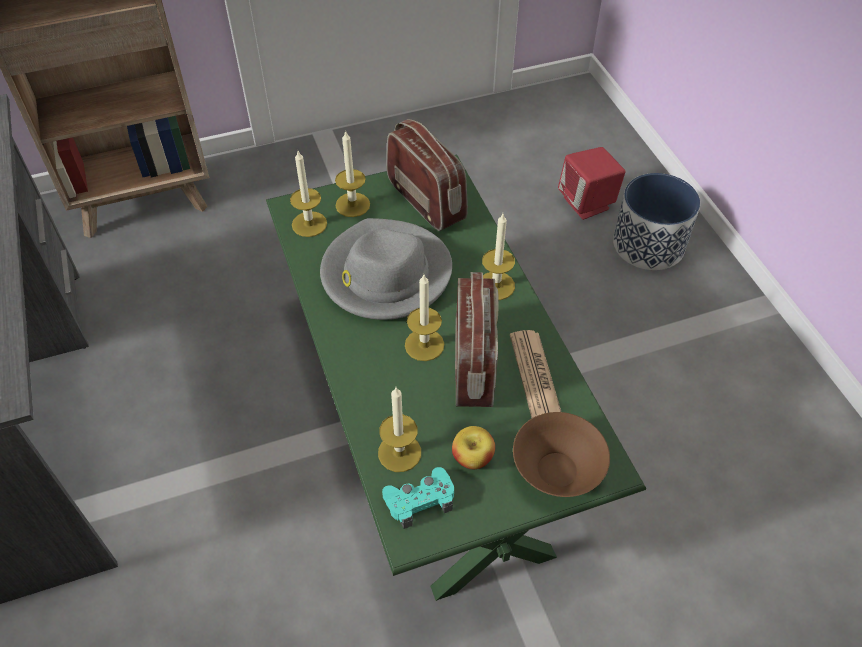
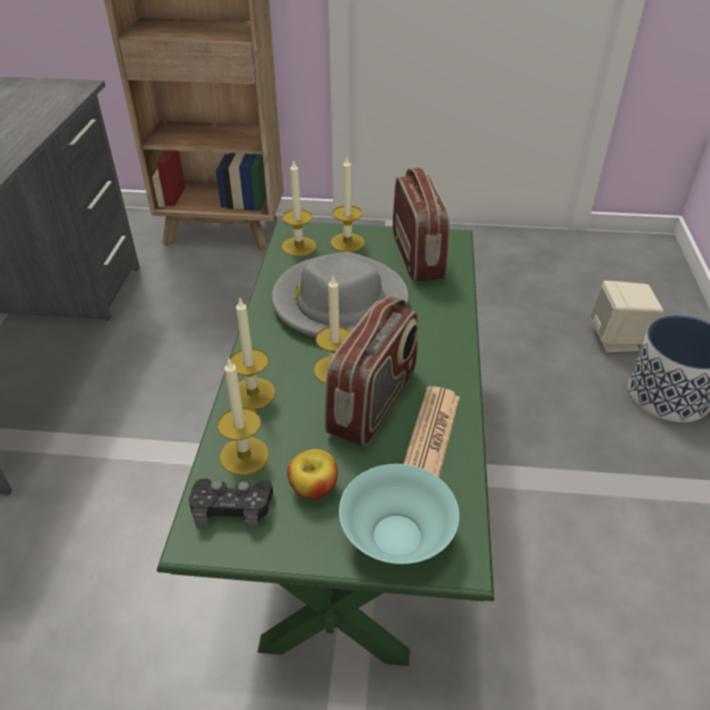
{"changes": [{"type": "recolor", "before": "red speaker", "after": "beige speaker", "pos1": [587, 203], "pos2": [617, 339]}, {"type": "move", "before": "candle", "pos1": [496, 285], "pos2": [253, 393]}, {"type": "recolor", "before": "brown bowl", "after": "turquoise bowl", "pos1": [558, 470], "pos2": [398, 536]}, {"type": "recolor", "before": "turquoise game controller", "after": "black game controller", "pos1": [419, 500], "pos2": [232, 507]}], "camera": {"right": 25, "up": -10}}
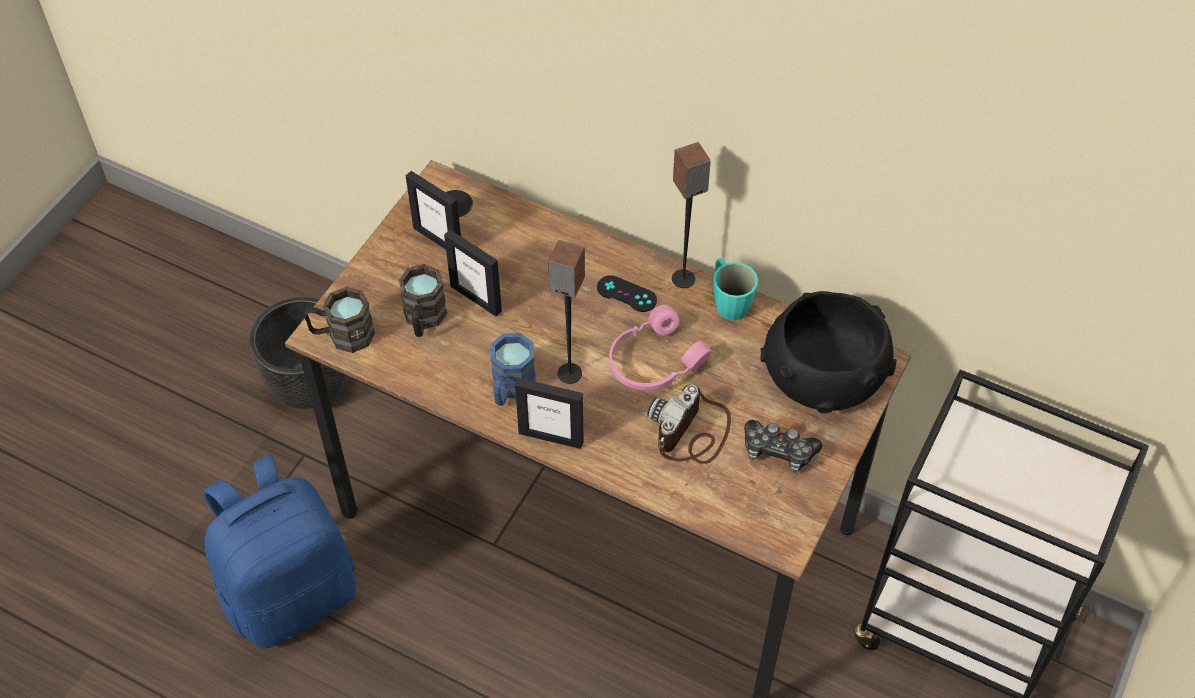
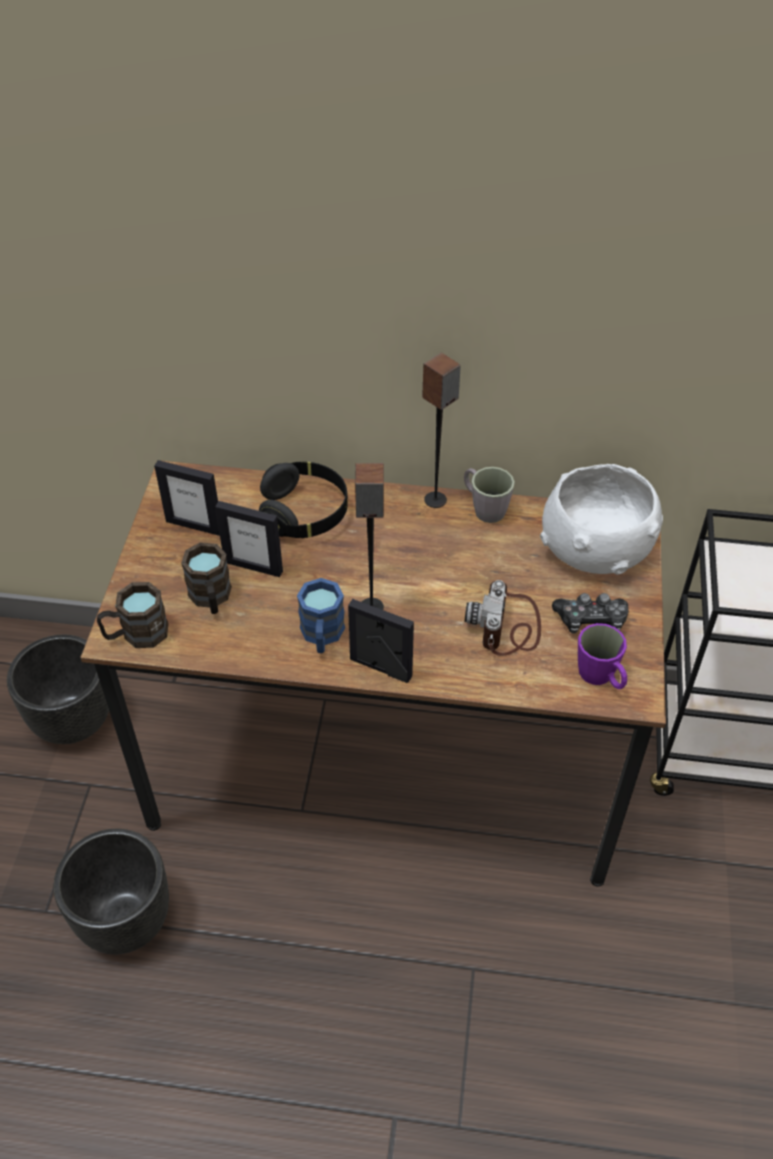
{"changes": [{"type": "recolor", "before": "turquoise mug", "after": "grey mug", "pos1": [728, 301], "pos2": [484, 508]}, {"type": "delete", "before": "black game controller", "pos1": [626, 294]}, {"type": "recolor", "before": "black bowl", "after": "white bowl", "pos1": [824, 374], "pos2": [597, 545]}, {"type": "delete", "before": "pink headphones", "pos1": [653, 361]}, {"type": "rotate", "before": "picture frame", "pos1": [551, 437], "pos2": [380, 668], "turn": -150}, {"type": "replace", "before": "blue backpack", "after": "black planter", "pos1": [291, 593], "pos2": [125, 918]}, {"type": "insert", "after": "black headphones", "pos2": [304, 513]}, {"type": "insert", "after": "purple mug", "pos2": [600, 677]}], "camera": {"right": -20, "up": -5}}
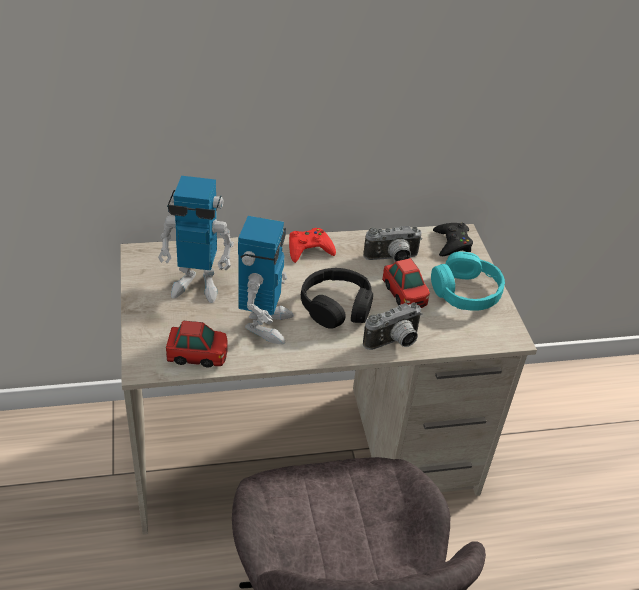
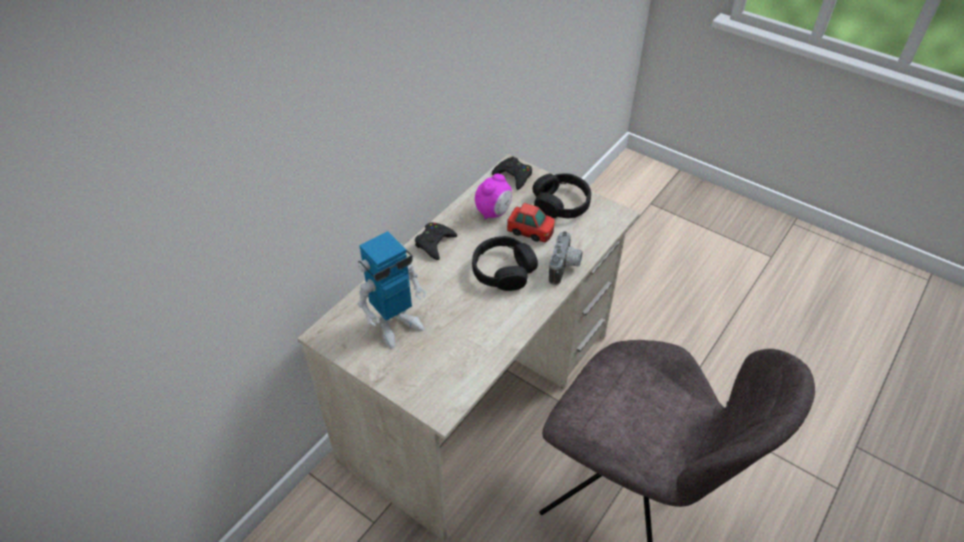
{"changes": [{"type": "delete", "before": "toy robot", "pos1": [265, 324]}, {"type": "replace", "before": "photo camera", "after": "alarm clock", "pos1": [392, 259], "pos2": [493, 212]}, {"type": "recolor", "before": "red game controller", "after": "black game controller", "pos1": [309, 249], "pos2": [434, 243]}, {"type": "recolor", "before": "turquoise headphones", "after": "black headphones", "pos1": [465, 292], "pos2": [561, 204]}, {"type": "delete", "before": "toy car", "pos1": [198, 355]}], "camera": {"right": -40, "up": 5}}
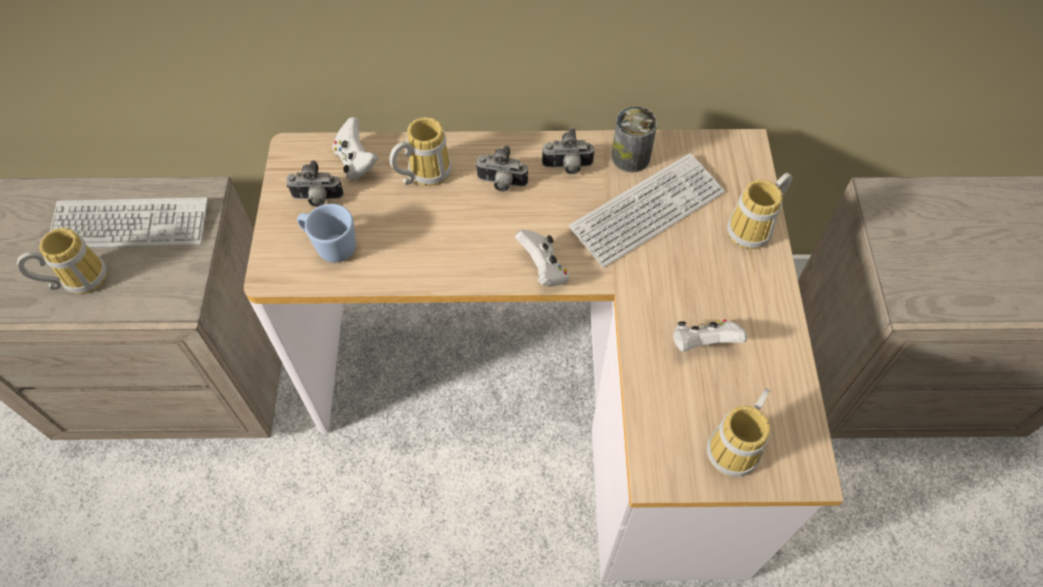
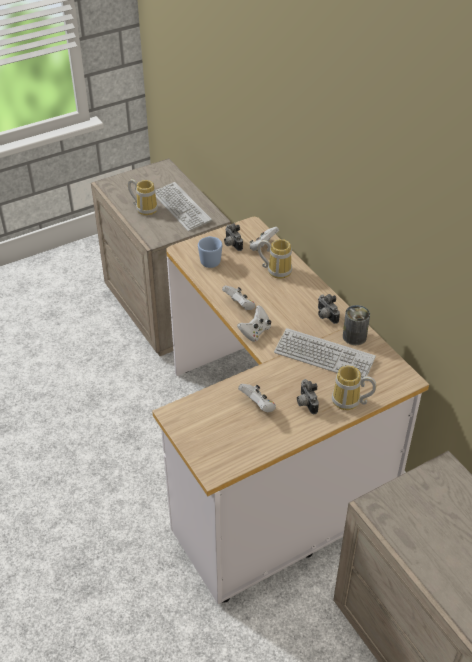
{"changes": [{"type": "move", "before": "photo camera", "pos1": [501, 184], "pos2": [305, 403]}, {"type": "delete", "before": "mug", "pos1": [738, 448]}, {"type": "insert", "after": "white game controller", "pos2": [239, 305]}], "camera": {"right": 60, "up": -15}}
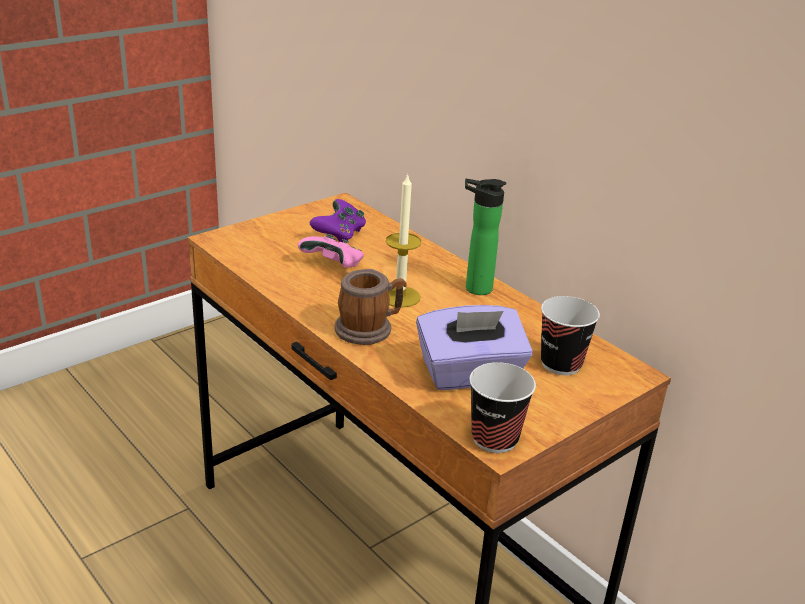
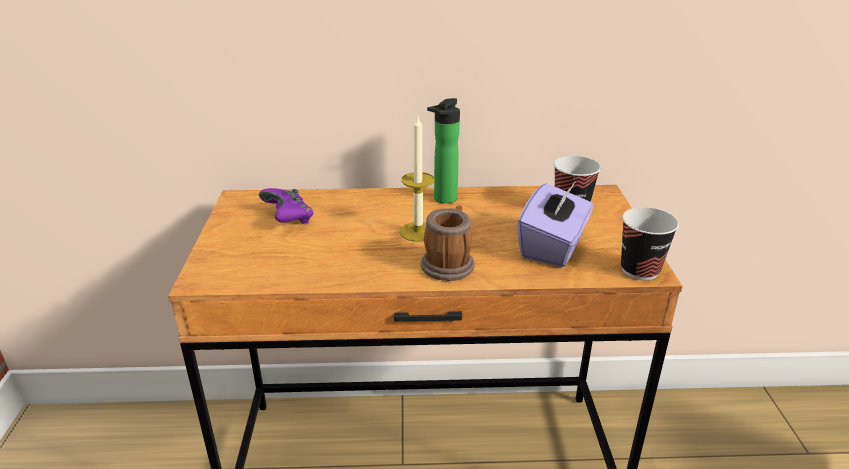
{"changes": [{"type": "delete", "before": "pink game controller", "pos1": [334, 266]}], "camera": {"right": -50, "up": 0}}
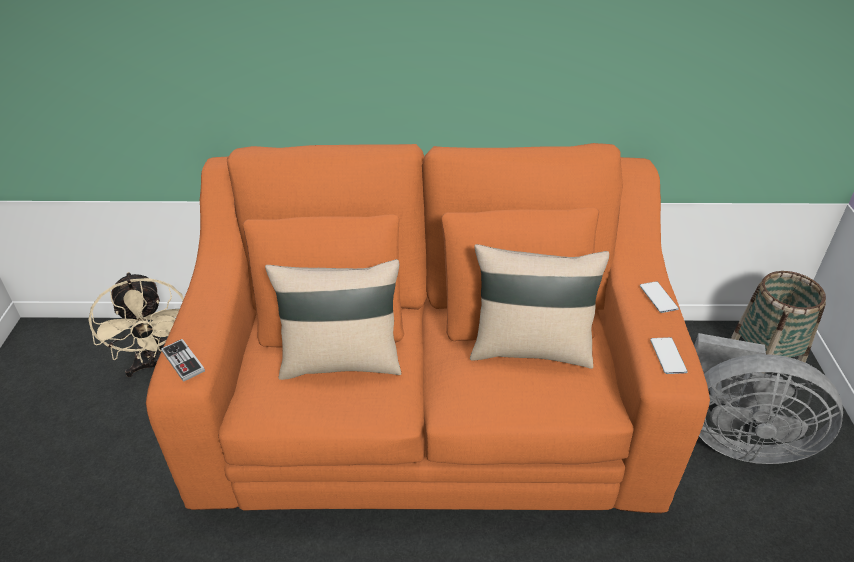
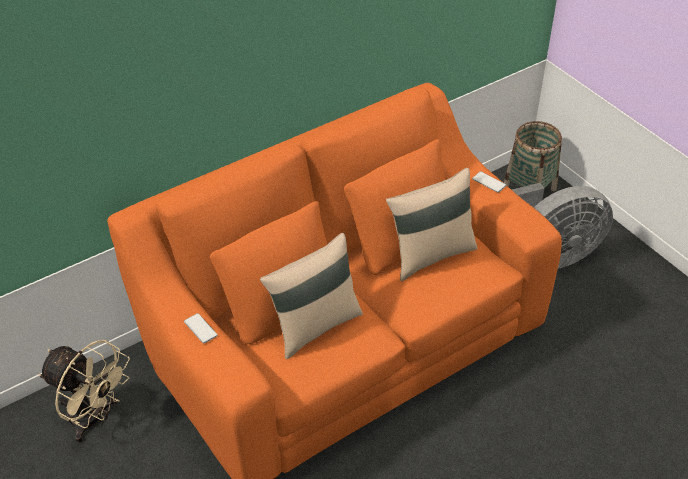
{"changes": [{"type": "move", "before": "phone", "pos1": [668, 356], "pos2": [200, 328]}, {"type": "delete", "before": "game controller", "pos1": [183, 361]}], "camera": {"right": -35, "up": 5}}
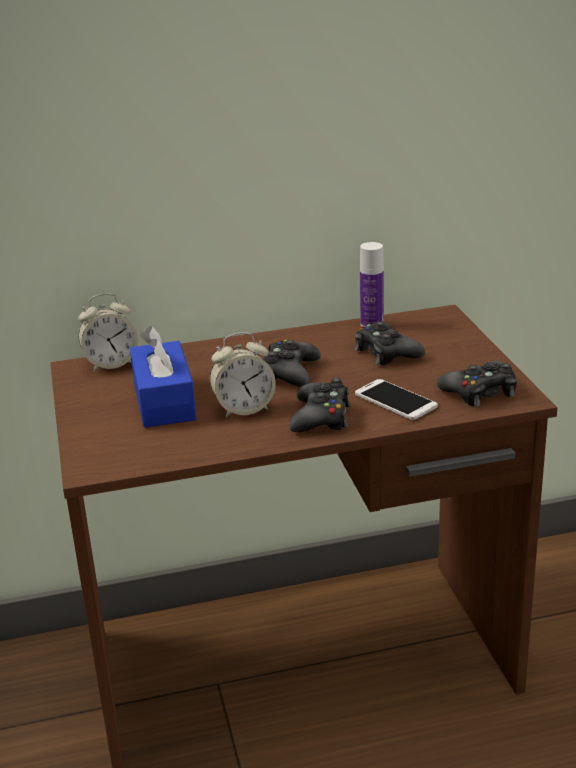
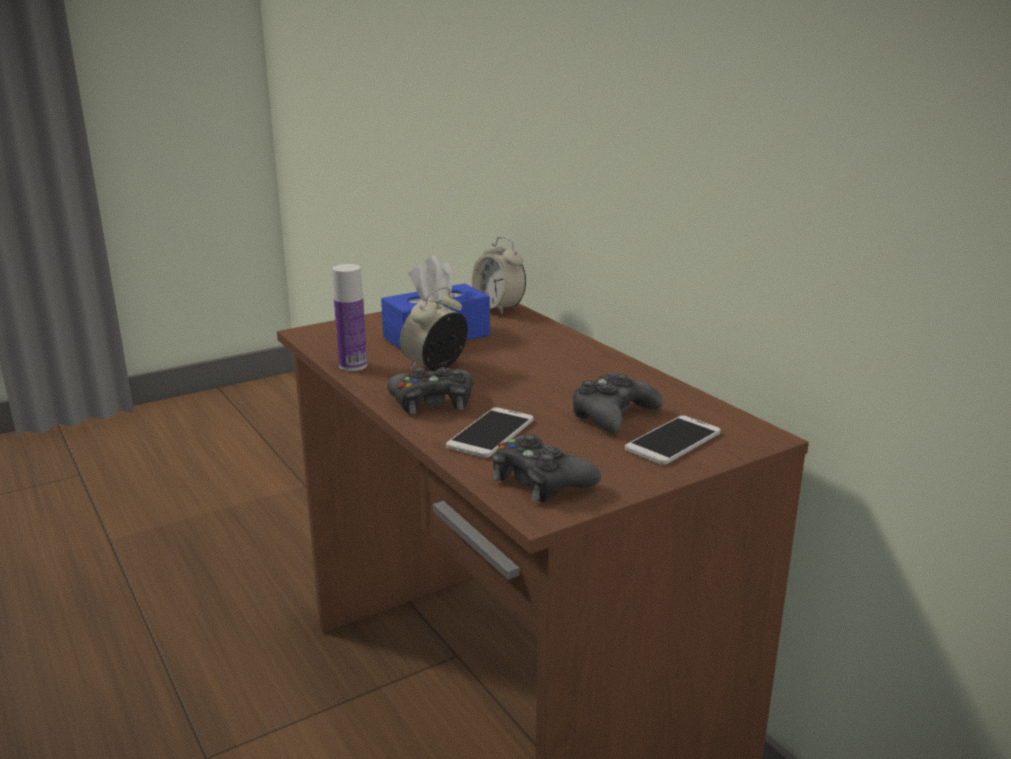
{"changes": [{"type": "move", "before": "bottle", "pos1": [372, 324], "pos2": [353, 365]}, {"type": "rotate", "before": "alarm clock", "pos1": [244, 409], "pos2": [435, 367], "turn": 75}, {"type": "delete", "before": "black game controller", "pos1": [290, 373]}, {"type": "insert", "after": "phone", "pos2": [673, 441]}], "camera": {"right": 70, "up": -5}}
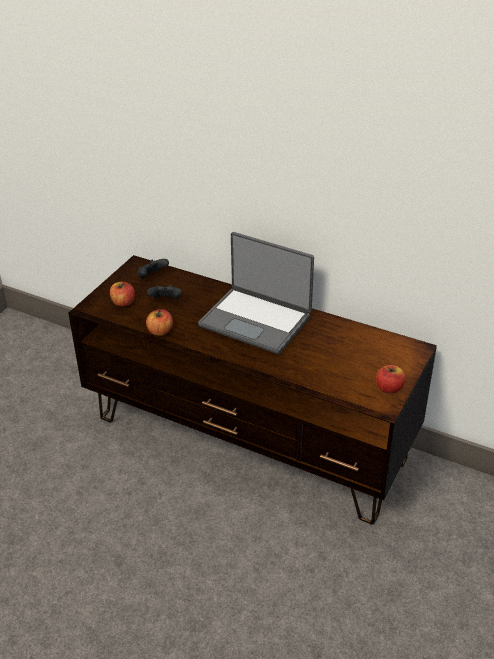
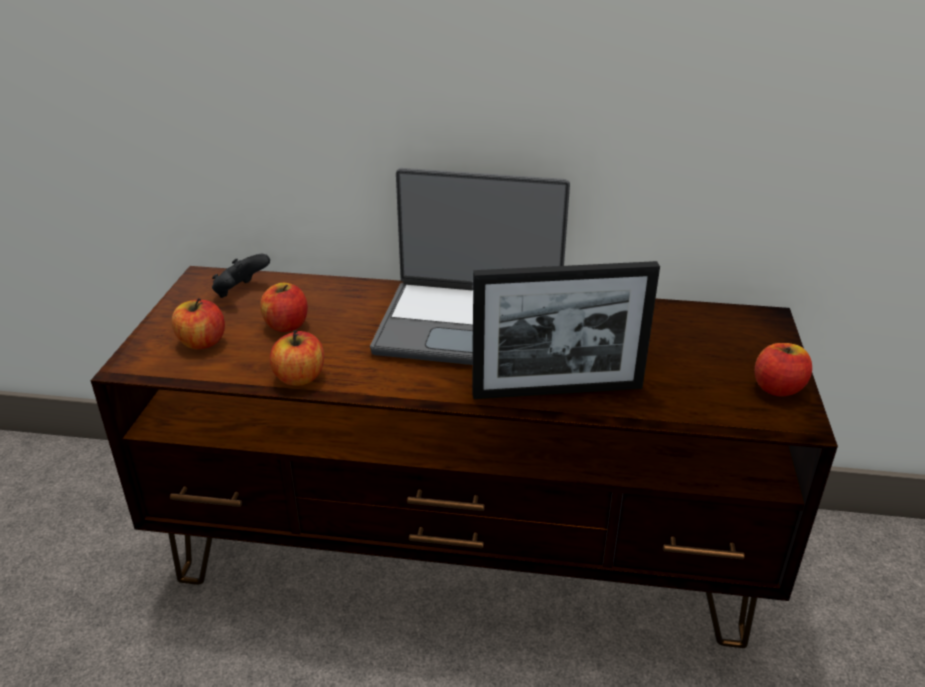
{"changes": [{"type": "replace", "before": "black game controller", "after": "apple", "pos1": [166, 301], "pos2": [286, 325]}, {"type": "insert", "after": "picture frame", "pos2": [557, 391]}], "camera": {"right": -20, "up": -5}}
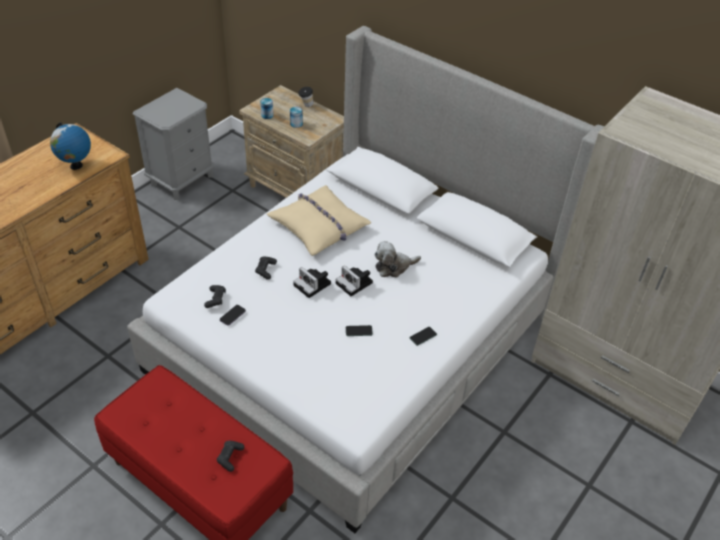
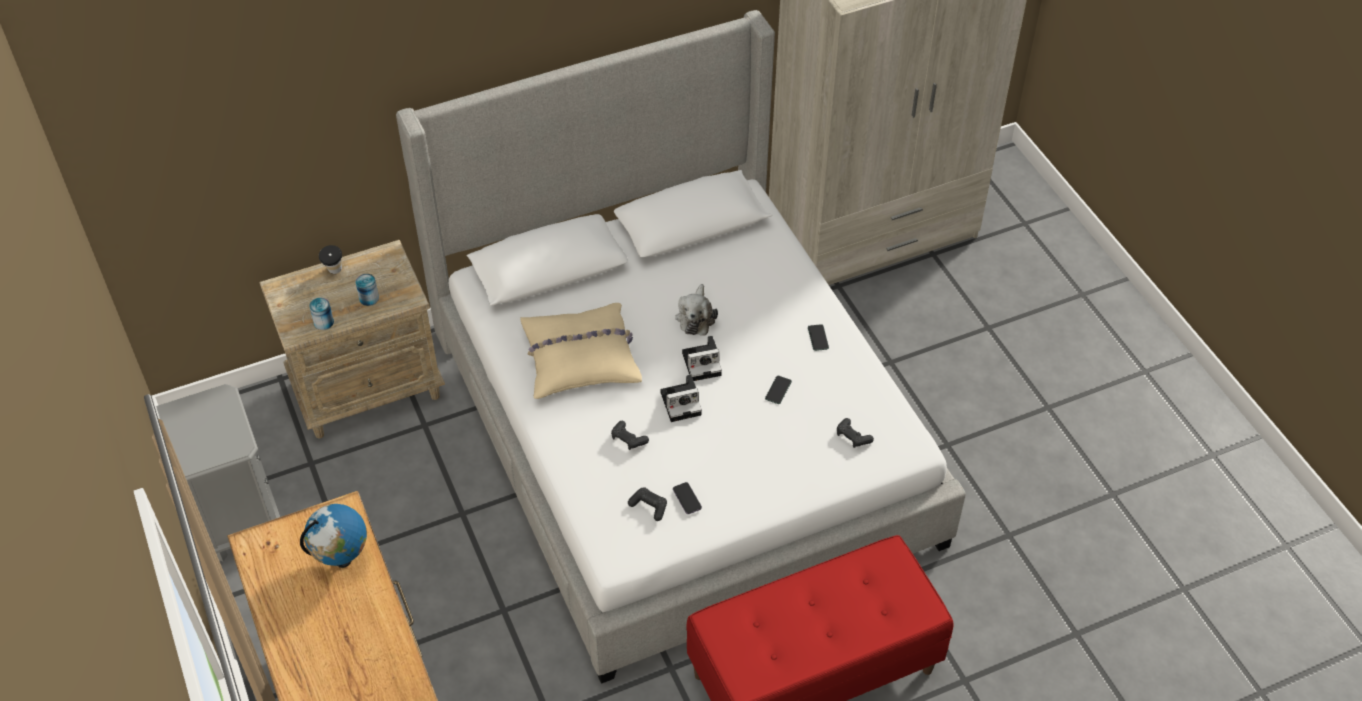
{"changes": [{"type": "move", "before": "black game controller", "pos1": [230, 457], "pos2": [852, 437]}], "camera": {"right": -60, "up": 5}}
